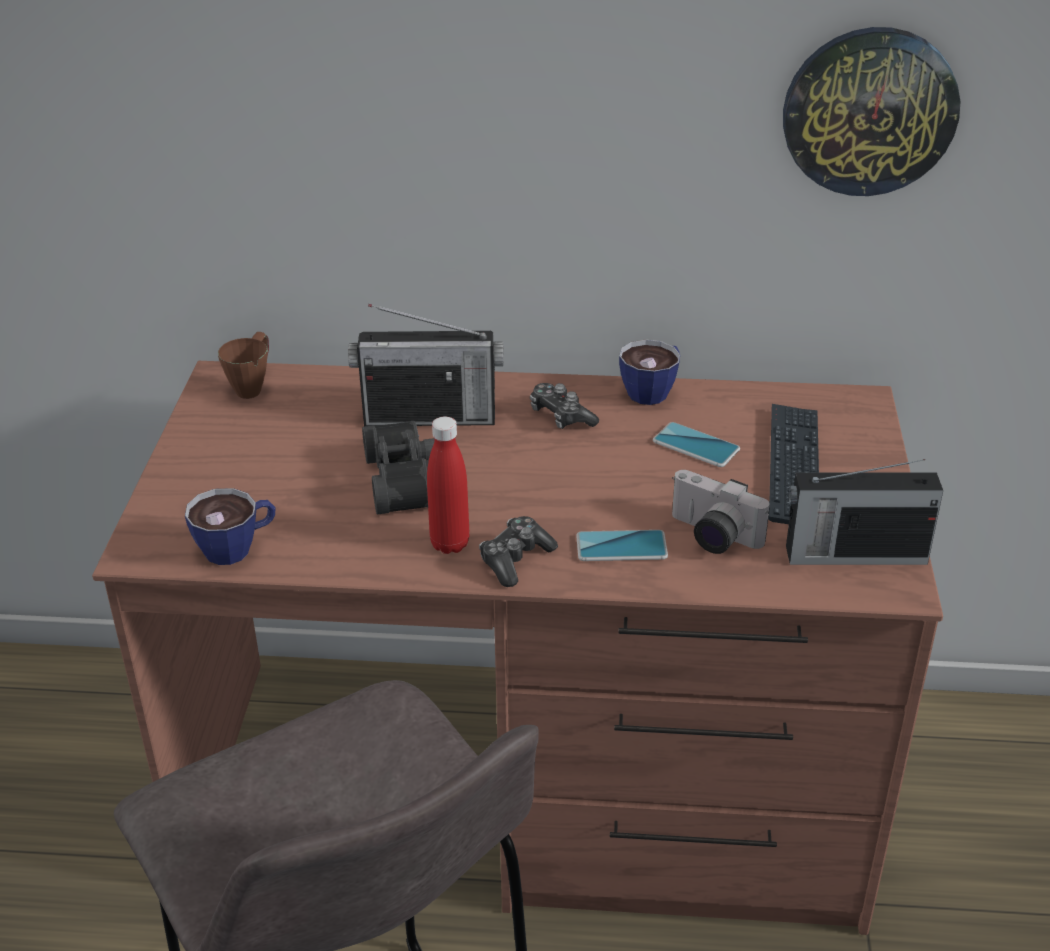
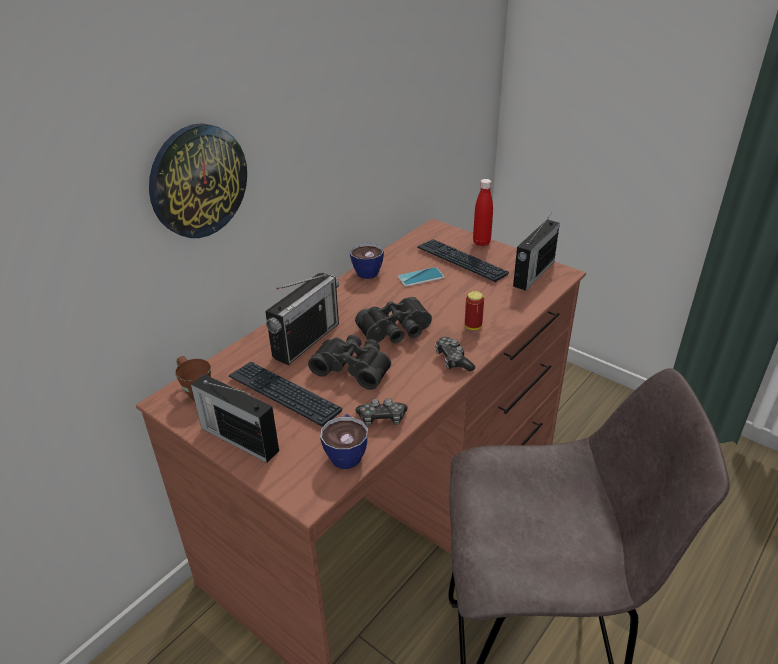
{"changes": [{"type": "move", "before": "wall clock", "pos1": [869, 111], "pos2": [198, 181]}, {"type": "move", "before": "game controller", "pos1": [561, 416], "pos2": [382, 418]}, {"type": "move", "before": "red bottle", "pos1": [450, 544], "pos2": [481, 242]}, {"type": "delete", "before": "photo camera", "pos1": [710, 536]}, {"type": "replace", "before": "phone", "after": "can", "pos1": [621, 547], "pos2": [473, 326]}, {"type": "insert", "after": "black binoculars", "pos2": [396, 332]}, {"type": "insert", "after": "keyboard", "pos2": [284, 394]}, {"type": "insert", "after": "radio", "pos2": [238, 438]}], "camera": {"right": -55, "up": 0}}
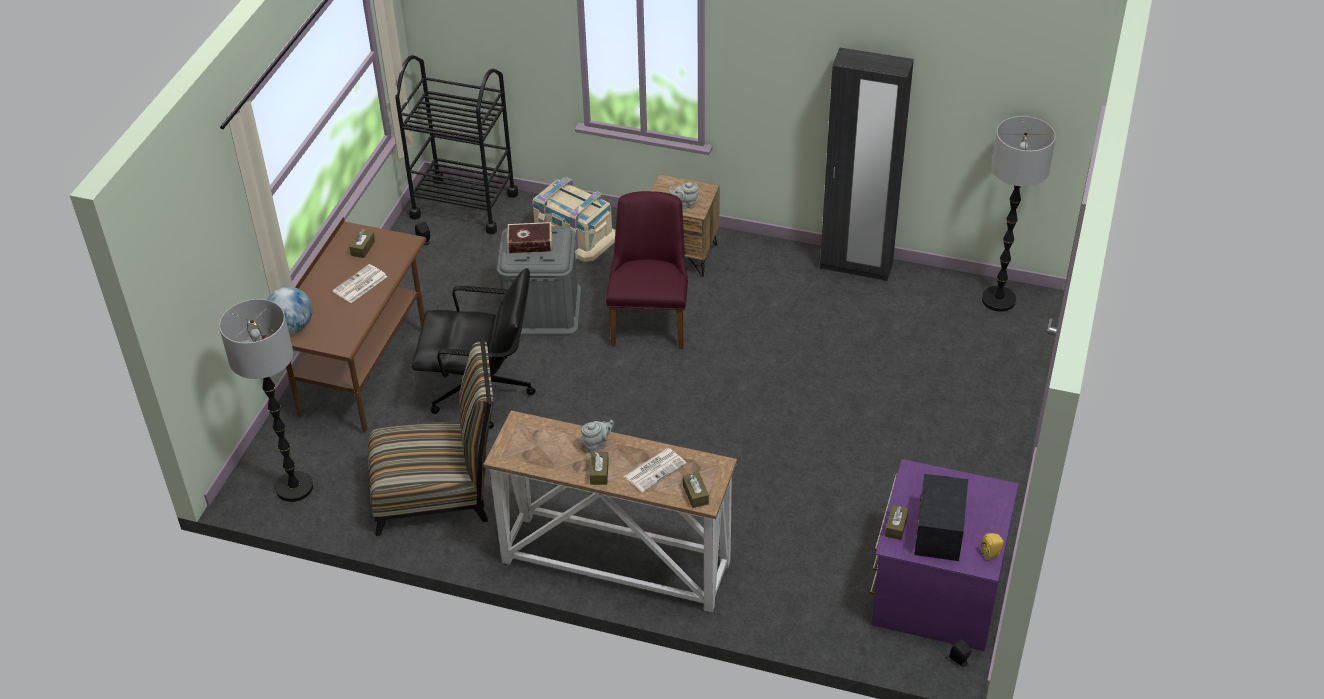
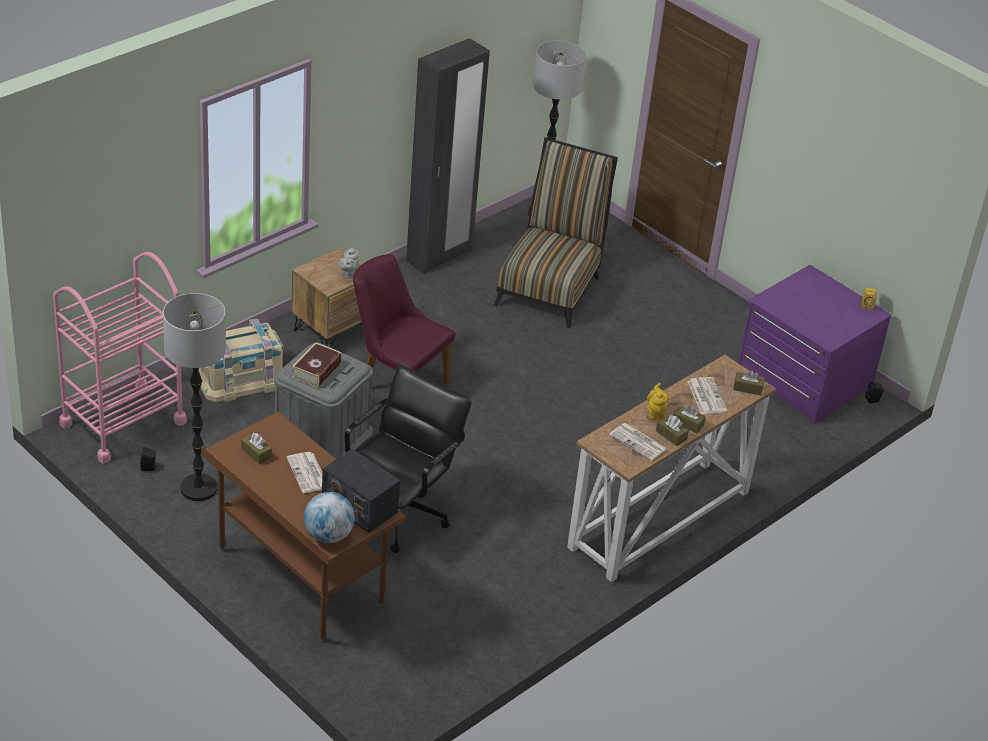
{"changes": [{"type": "recolor", "before": "black cart", "after": "pink cart", "pos1": [464, 205], "pos2": [123, 423]}, {"type": "move", "before": "floor lamp", "pos1": [294, 487], "pos2": [198, 488]}, {"type": "move", "before": "chair", "pos1": [439, 491], "pos2": [550, 287]}, {"type": "recolor", "before": "grey teapot", "after": "yellow teapot", "pos1": [597, 445], "pos2": [656, 413]}, {"type": "move", "before": "radio", "pos1": [939, 531], "pos2": [359, 506]}, {"type": "move", "before": "brown tissue box", "pos1": [896, 526], "pos2": [671, 435]}, {"type": "insert", "after": "newspaper", "pos2": [639, 442]}], "camera": {"right": -65, "up": -5}}
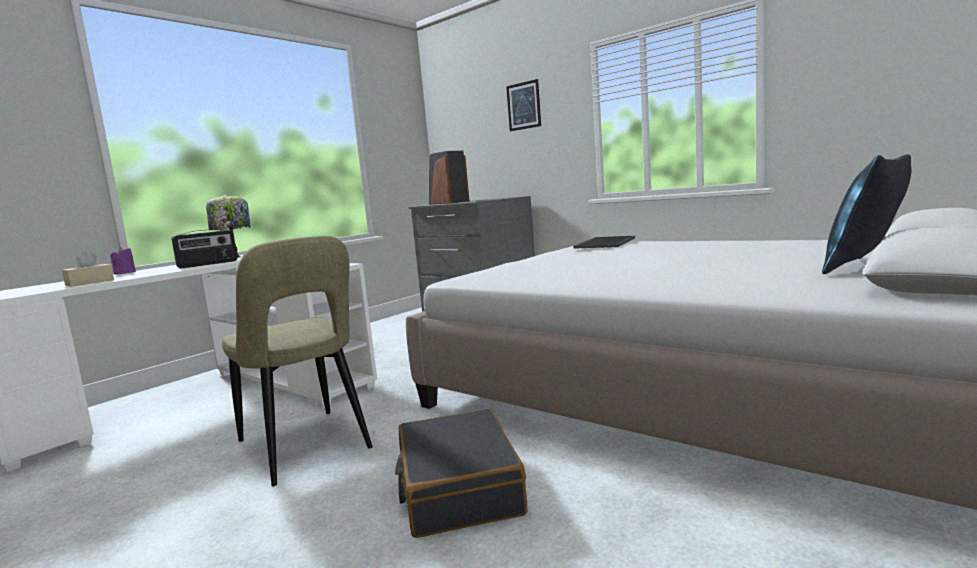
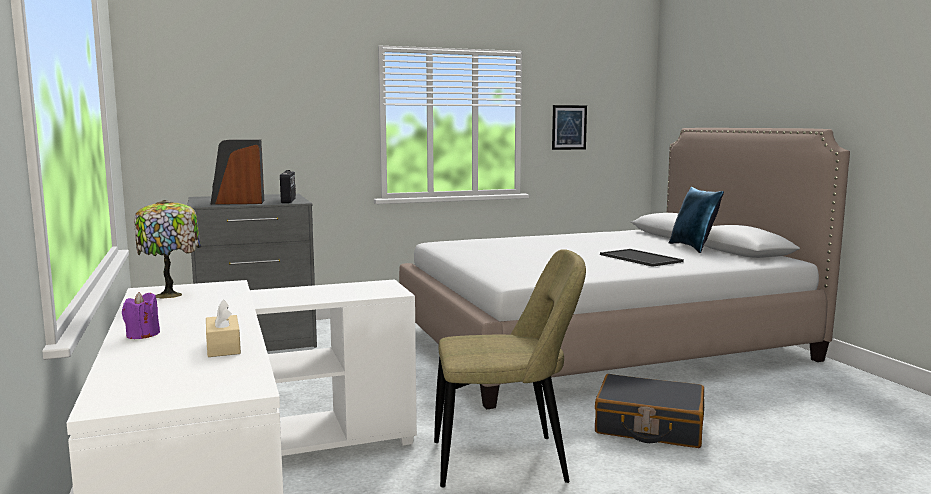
{"changes": [{"type": "move", "before": "picture", "pos1": [523, 105], "pos2": [569, 127]}, {"type": "move", "before": "radio", "pos1": [208, 264], "pos2": [289, 200]}, {"type": "move", "before": "tray", "pos1": [604, 243], "pos2": [639, 258]}], "camera": {"right": -60, "up": 0}}
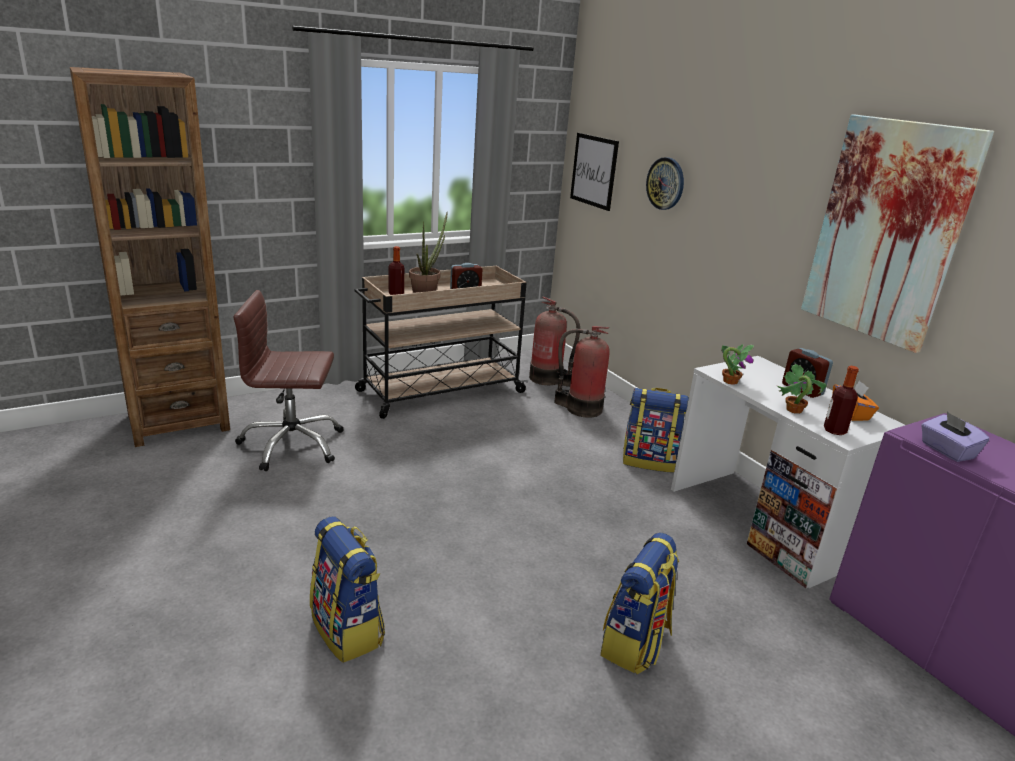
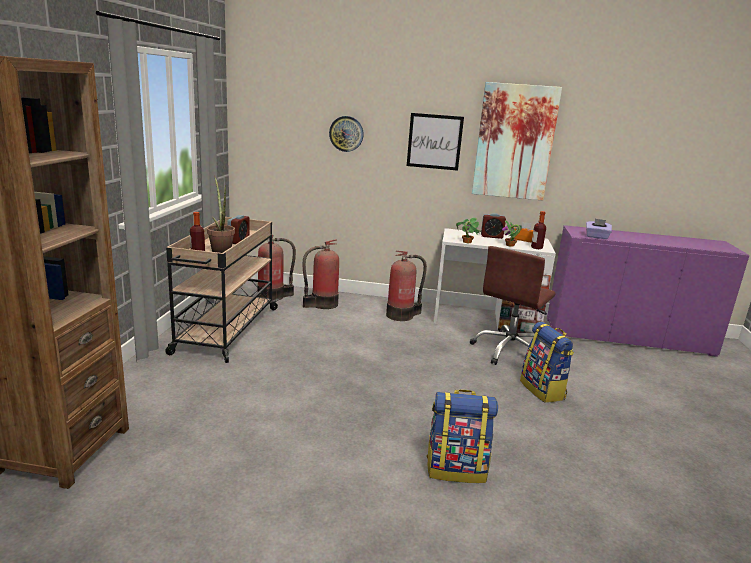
{"changes": [{"type": "move", "before": "picture", "pos1": [594, 171], "pos2": [434, 141]}, {"type": "move", "before": "brown office chair", "pos1": [292, 445], "pos2": [509, 351]}, {"type": "replace", "before": "backpack", "after": "fire extinguisher", "pos1": [649, 461], "pos2": [401, 315]}], "camera": {"right": -50, "up": -5}}
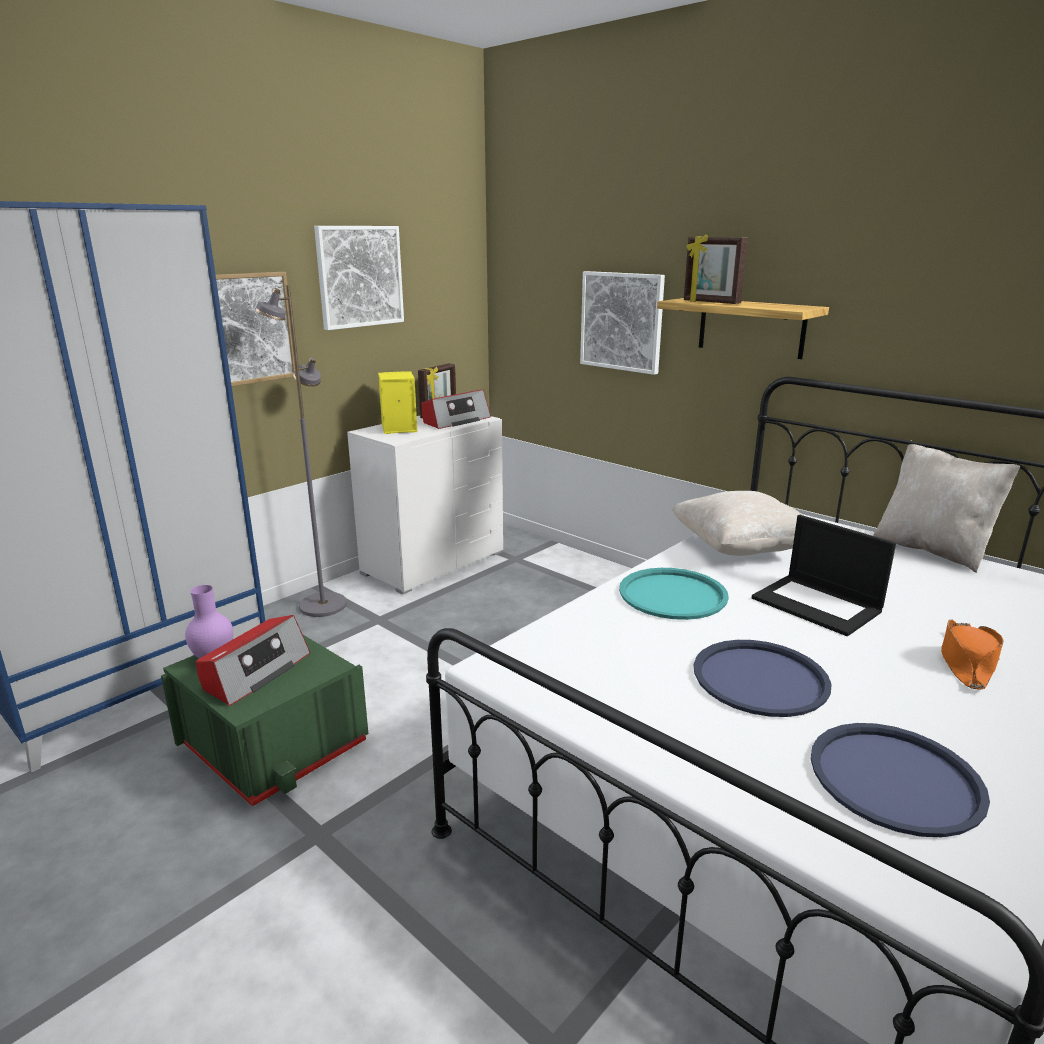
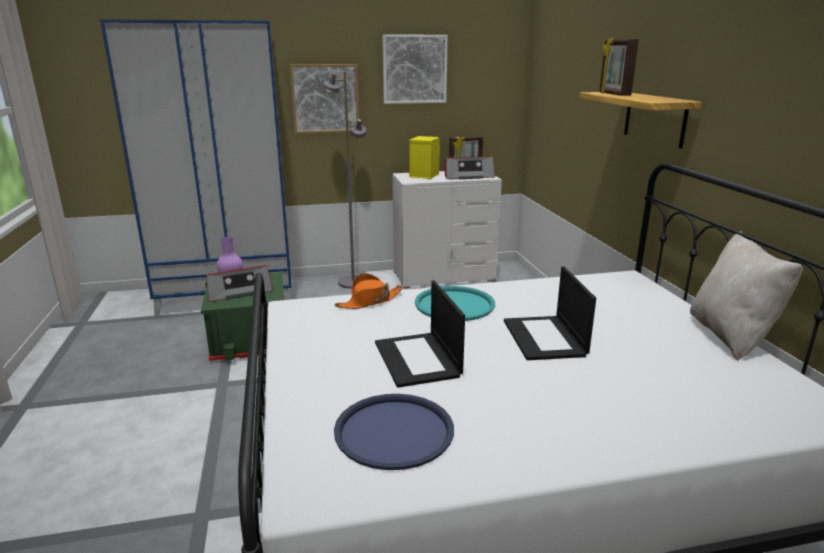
{"changes": [{"type": "delete", "before": "picture", "pos1": [622, 321]}, {"type": "delete", "before": "beige pillow", "pos1": [739, 549]}, {"type": "move", "before": "orange hat", "pos1": [966, 662], "pos2": [369, 301]}, {"type": "replace", "before": "blue tray", "after": "laptop", "pos1": [760, 678], "pos2": [418, 359]}], "camera": {"right": 35, "up": 0}}
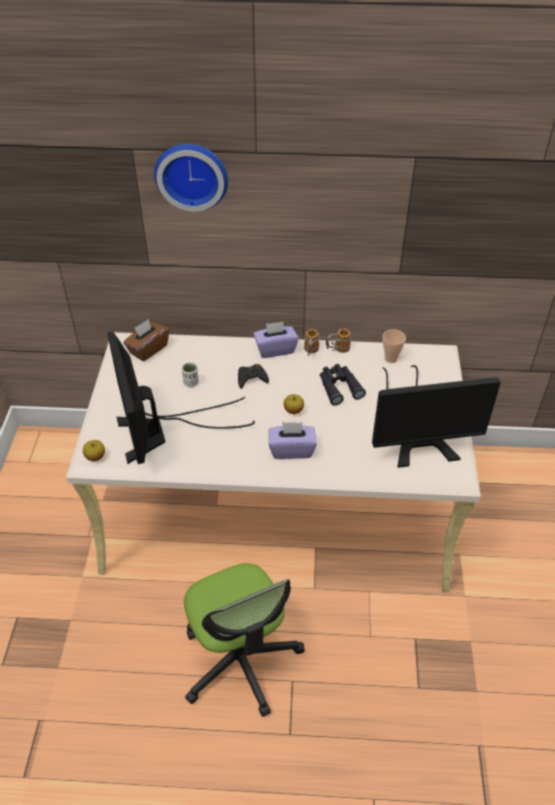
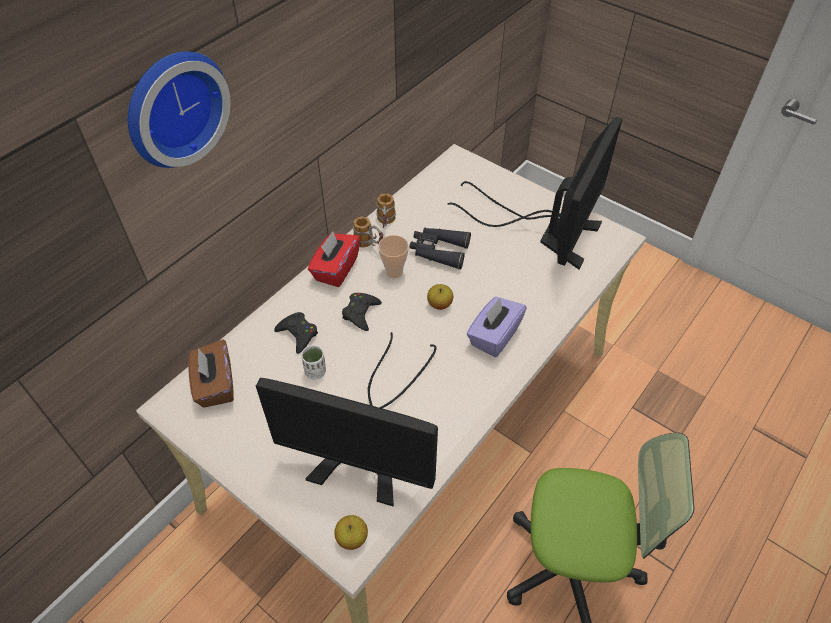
{"changes": [{"type": "recolor", "before": "purple tissue box", "after": "red tissue box", "pos1": [275, 349], "pos2": [335, 269]}, {"type": "move", "before": "cup", "pos1": [391, 358], "pos2": [394, 272]}, {"type": "insert", "after": "black game controller", "pos2": [298, 334]}], "camera": {"right": -55, "up": 5}}
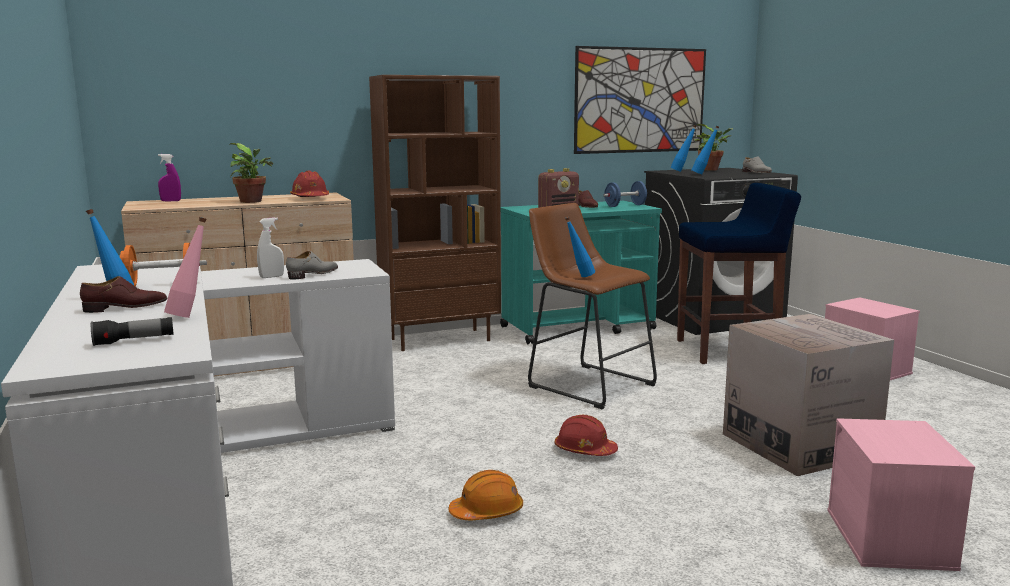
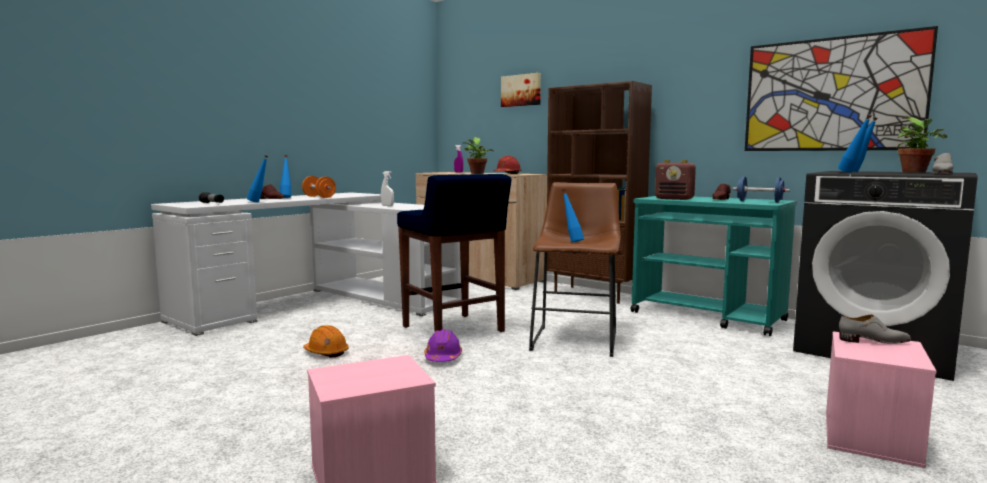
{"changes": [{"type": "move", "before": "blue stool", "pos1": [728, 351], "pos2": [453, 330]}, {"type": "recolor", "before": "pink bottle", "after": "blue bottle", "pos1": [191, 316], "pos2": [259, 202]}, {"type": "move", "before": "grey shoe", "pos1": [313, 274], "pos2": [874, 341]}, {"type": "delete", "before": "cardboard box", "pos1": [799, 444]}, {"type": "recolor", "before": "red hard hat", "after": "purple hard hat", "pos1": [584, 450], "pos2": [443, 358]}, {"type": "insert", "after": "picture", "pos2": [521, 90]}], "camera": {"right": 60, "up": -5}}
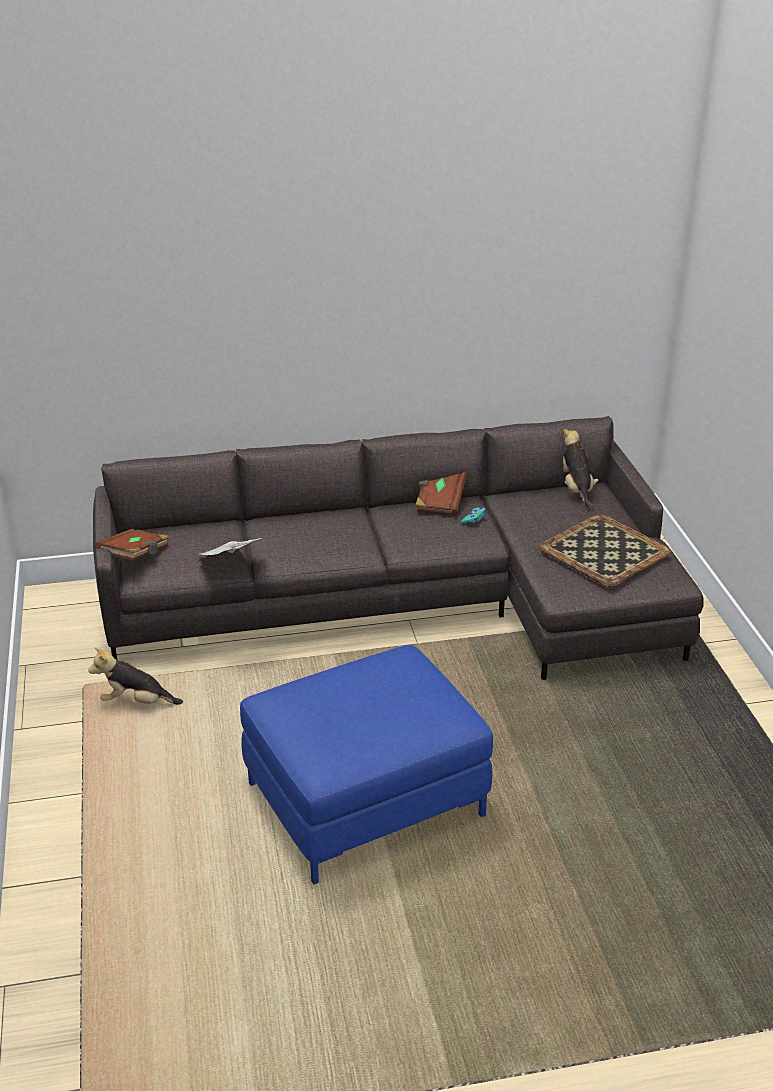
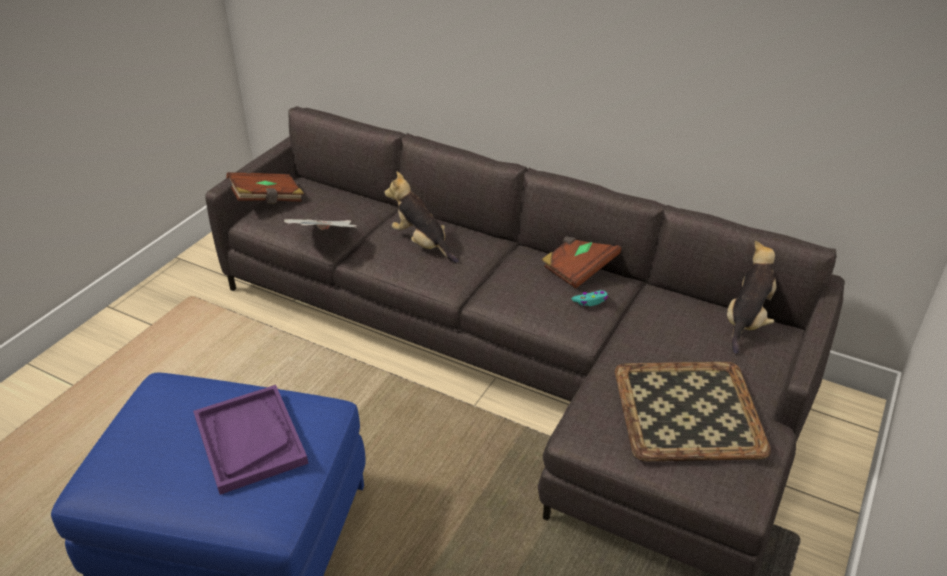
{"changes": [{"type": "move", "before": "plush toy", "pos1": [136, 702], "pos2": [422, 244]}, {"type": "insert", "after": "purple tray", "pos2": [249, 440]}], "camera": {"right": 40, "up": 5}}
